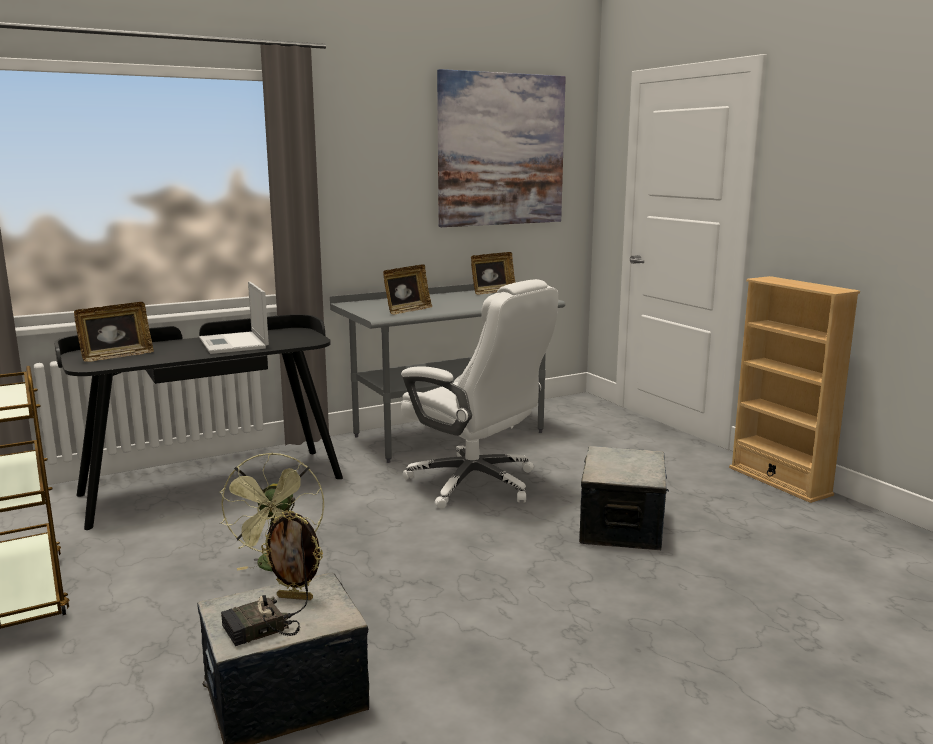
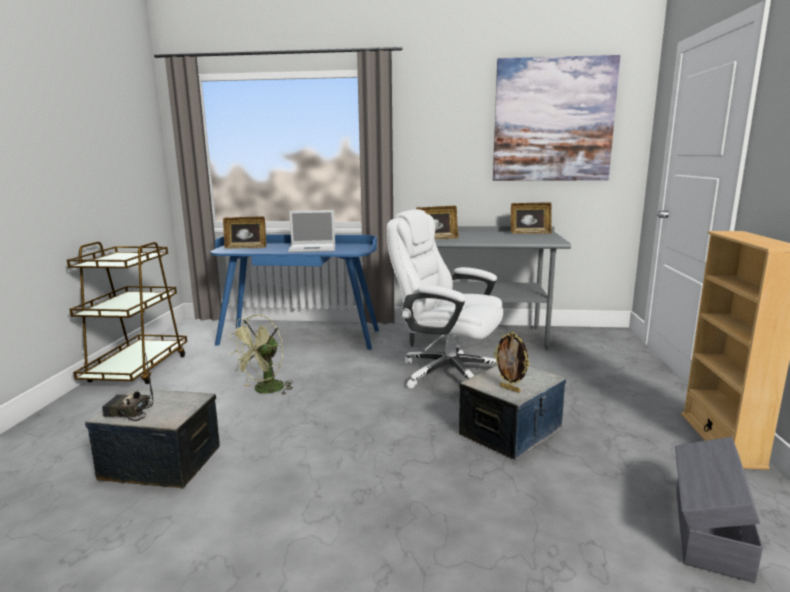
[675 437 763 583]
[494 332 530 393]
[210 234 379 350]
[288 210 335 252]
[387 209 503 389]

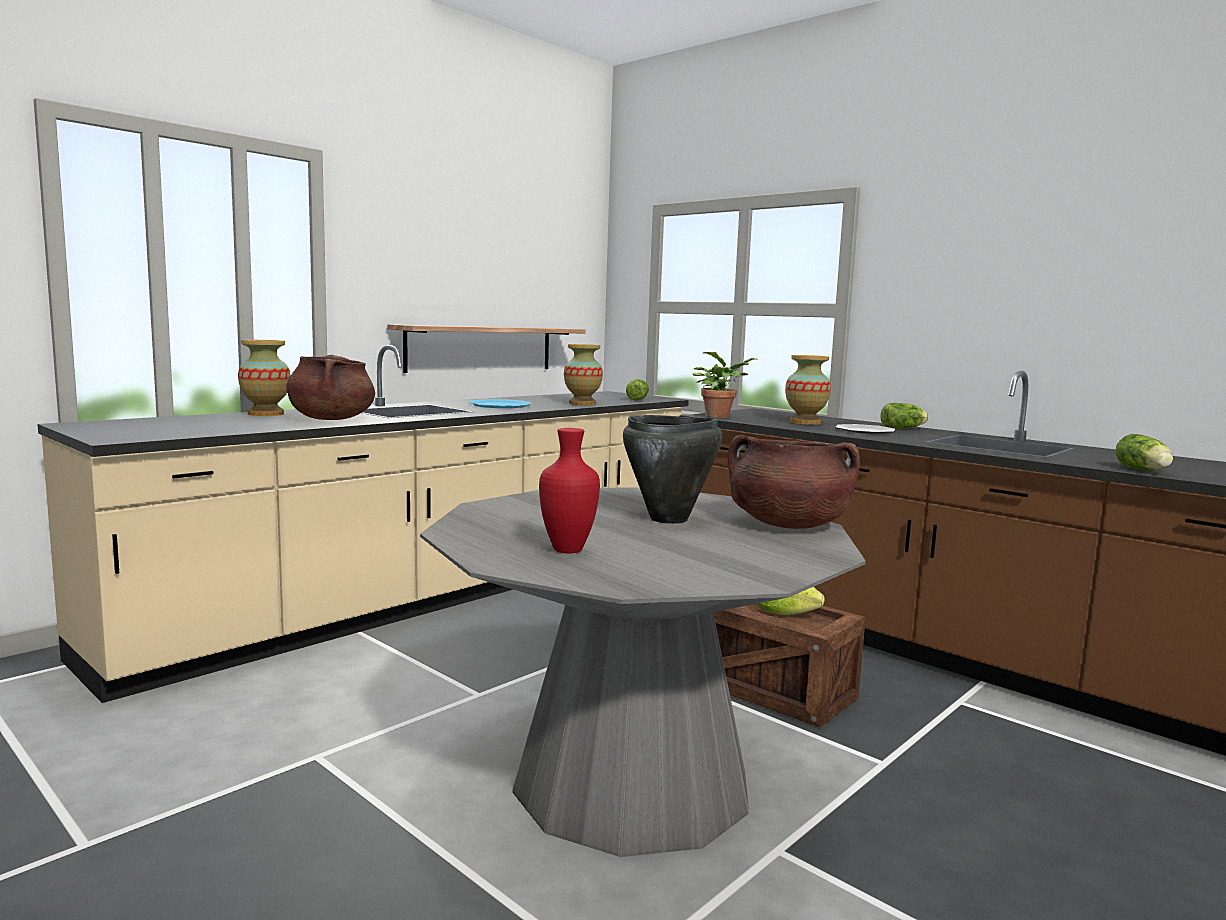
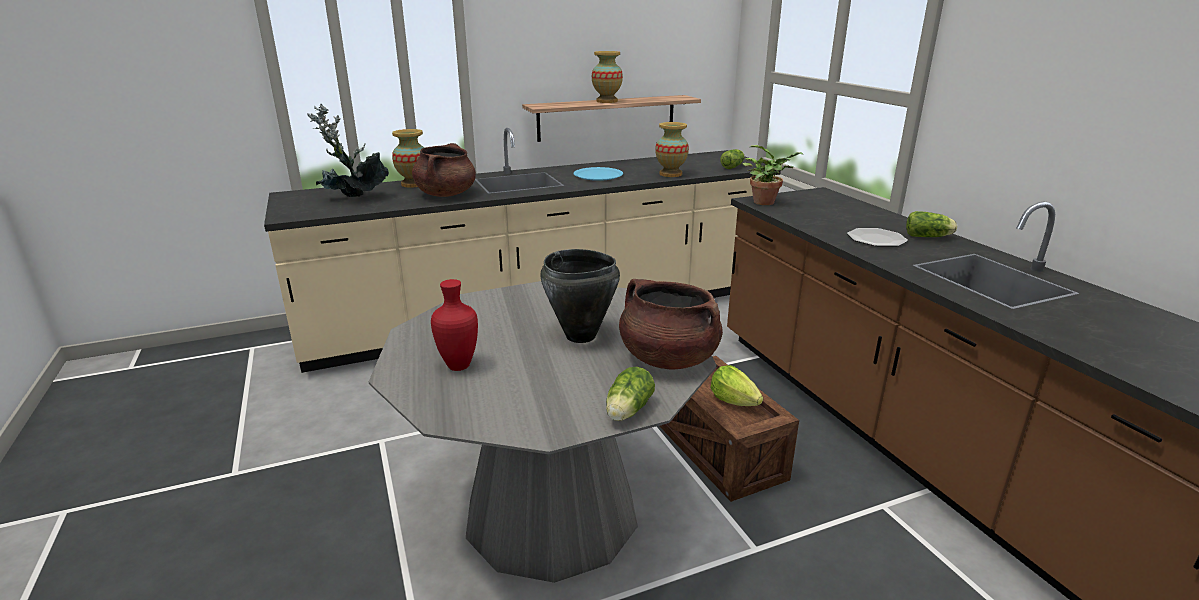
[307 104 389 197]
[592 51 623 103]
[606 367 655 421]

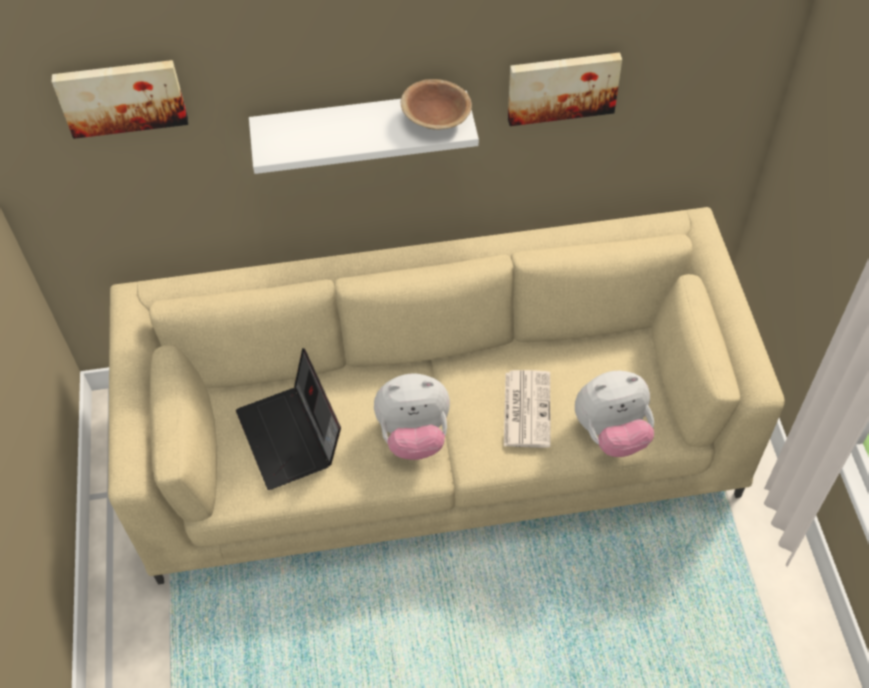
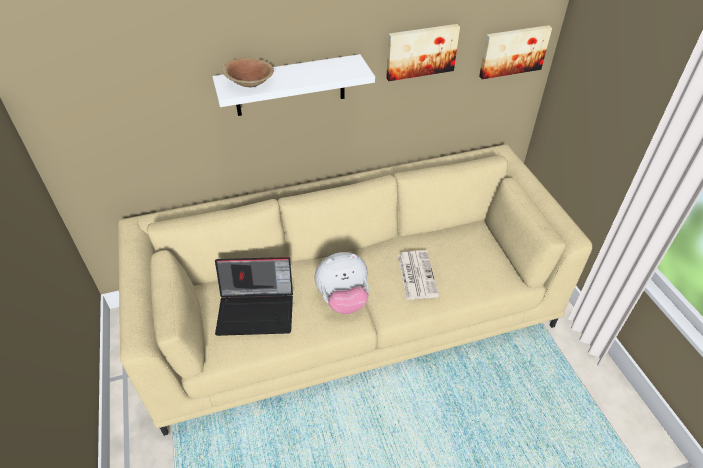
[575 371 654 457] (first image)
[479 25 552 79]
[222 58 274 87]
[215 257 293 336]

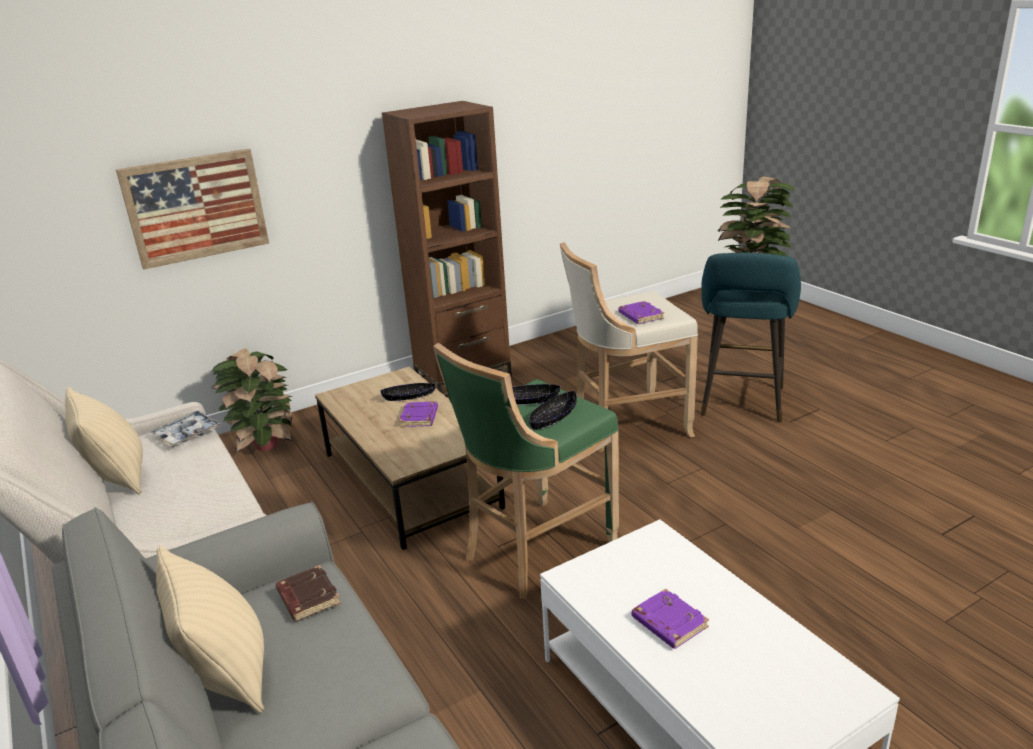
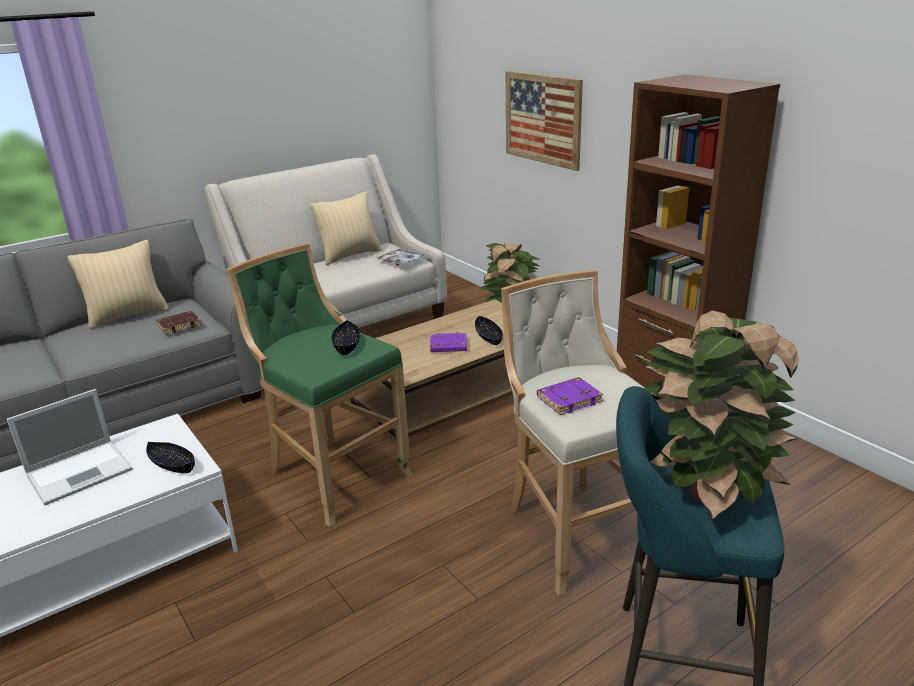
[146 442 195 474]
[7 389 133 506]

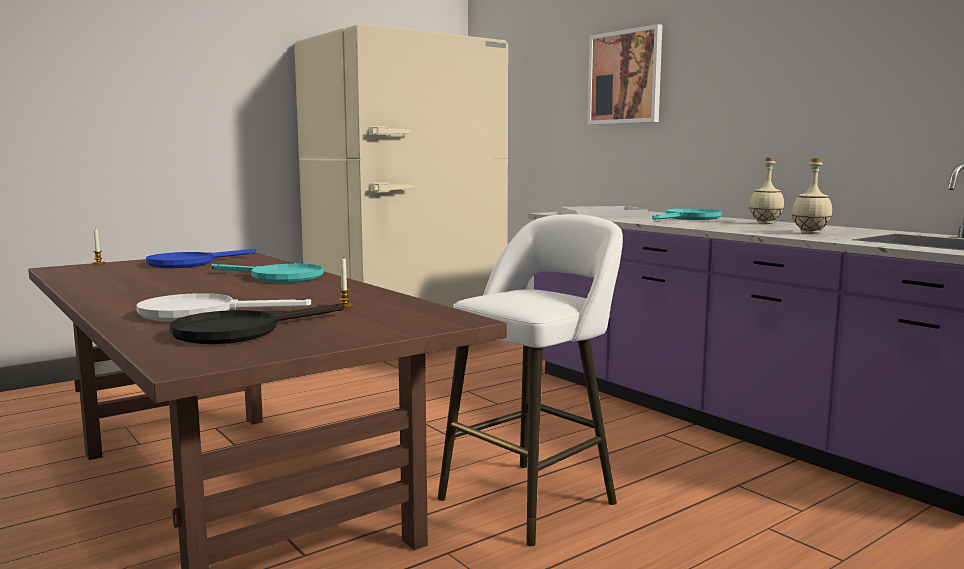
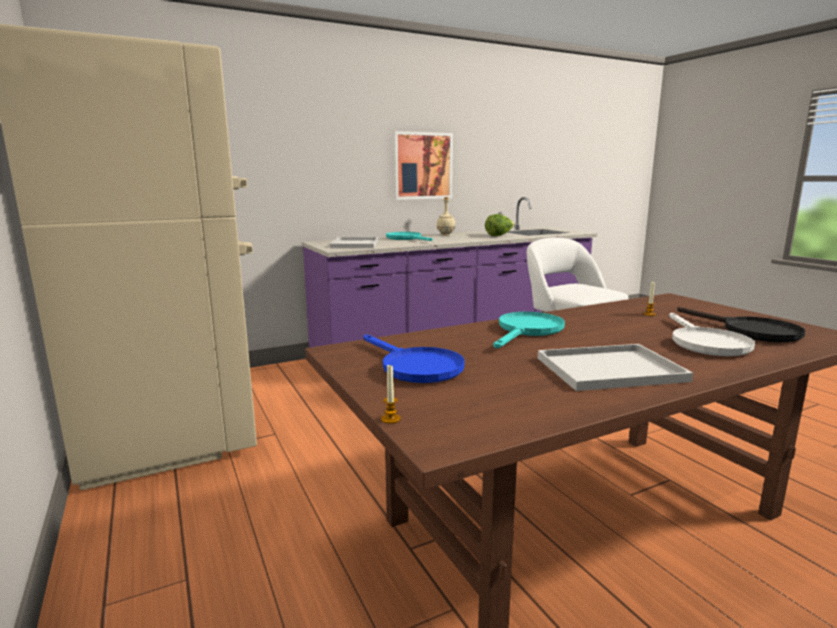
[538 344 693 391]
[393 131 453 200]
[485 214 515 236]

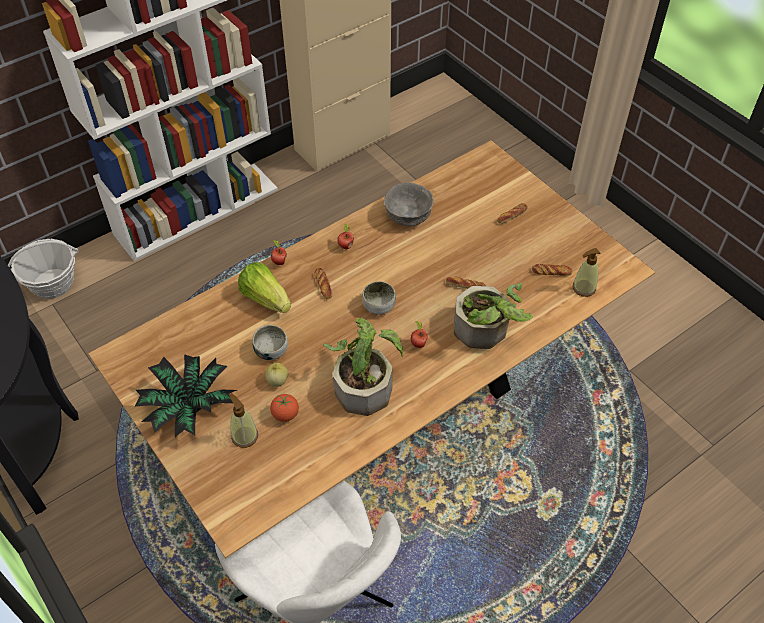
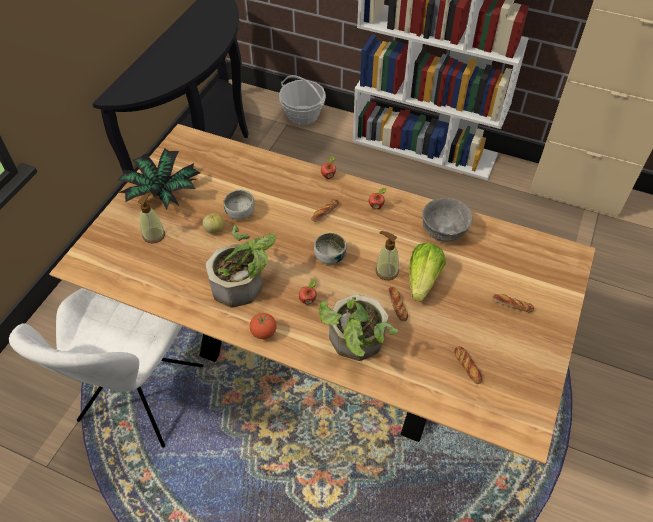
[409 243 446 301]
[250 313 277 339]
[376 231 399 280]

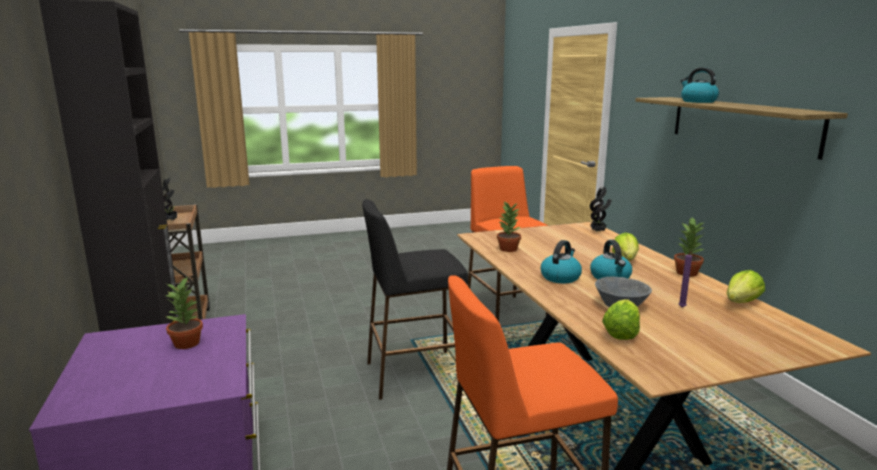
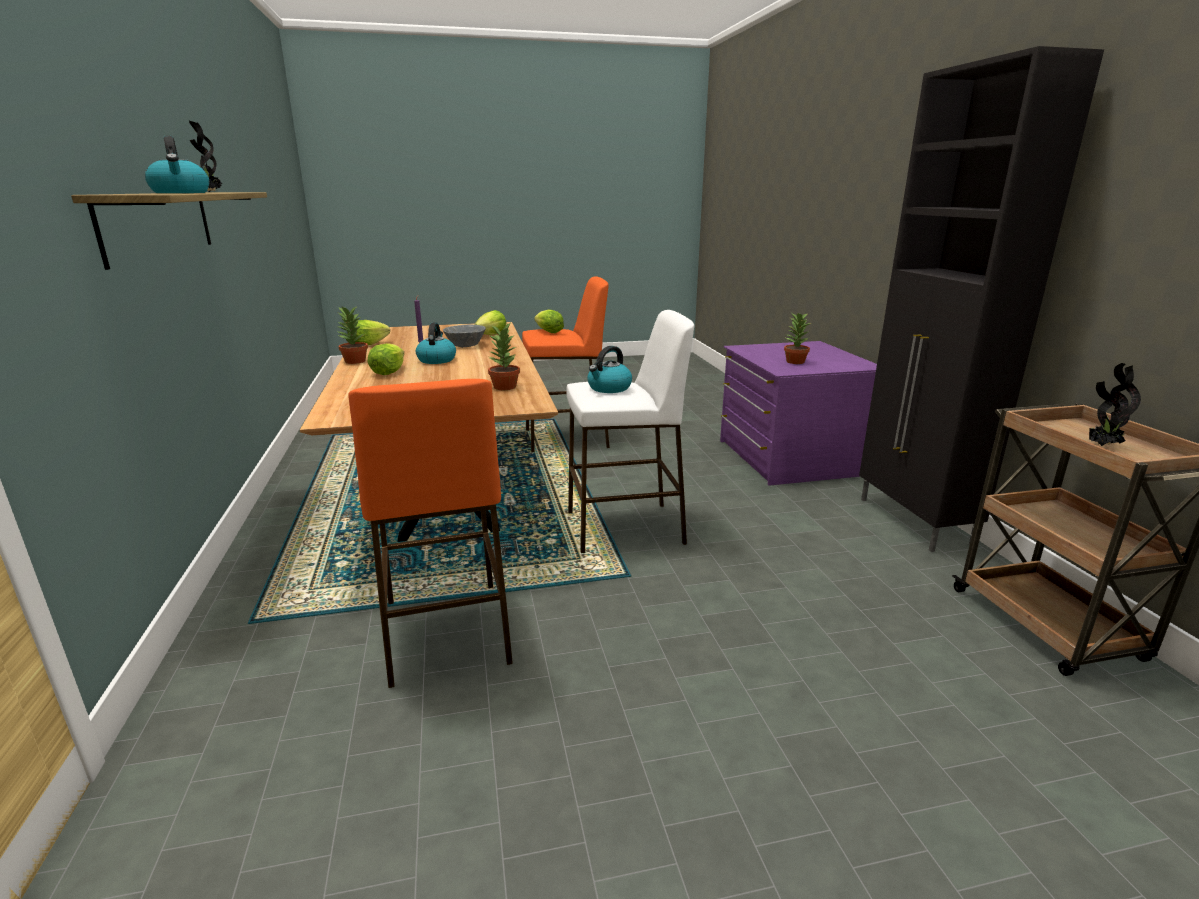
[534 309 564 333]
[587 346 632 393]
[189 121 222 192]
[566 310 694 553]

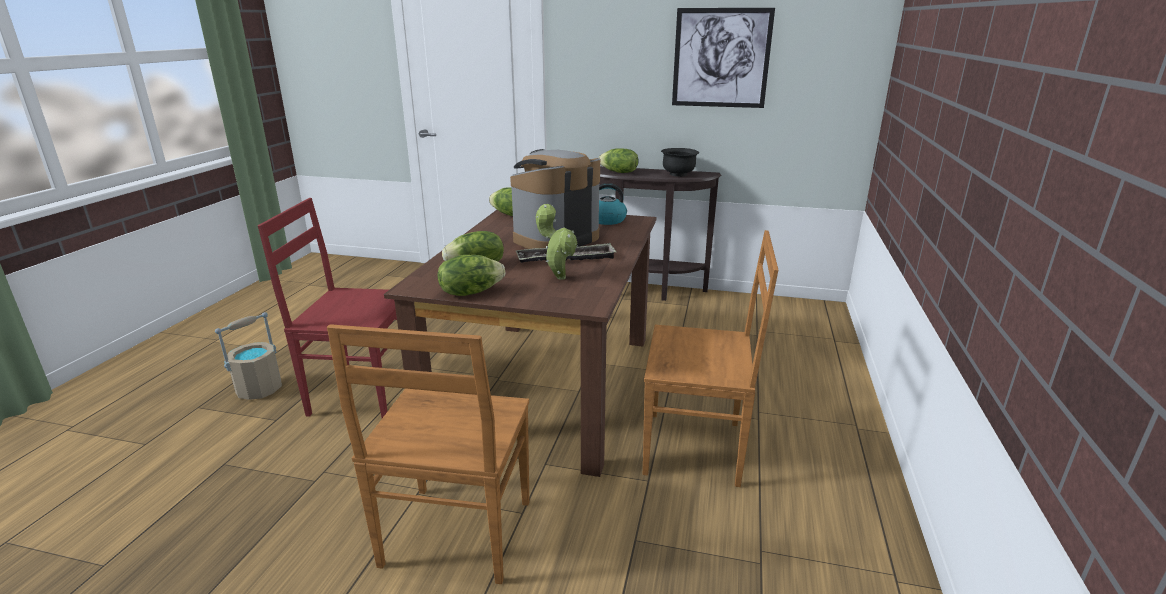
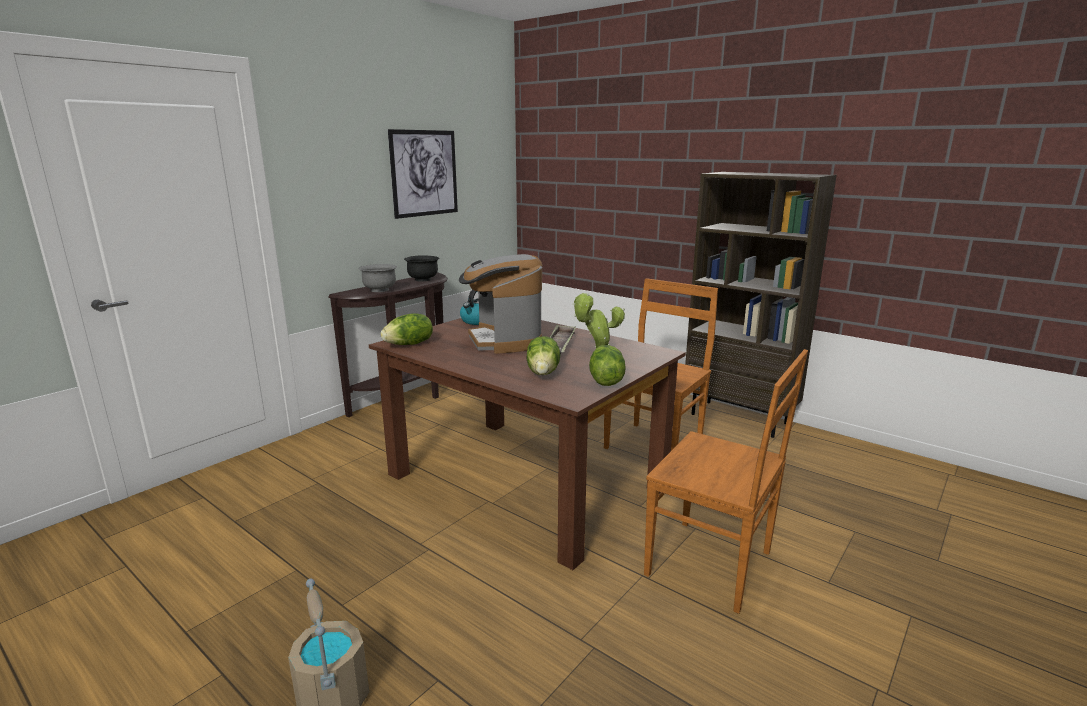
[258 198 397 418] (first image)
[685 172 837 438]
[358 264 397 292]

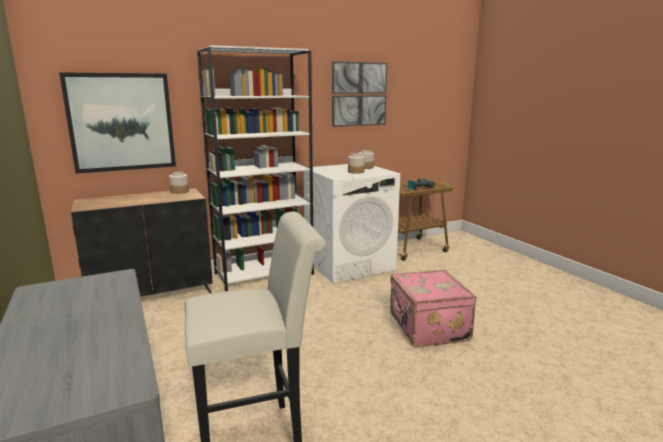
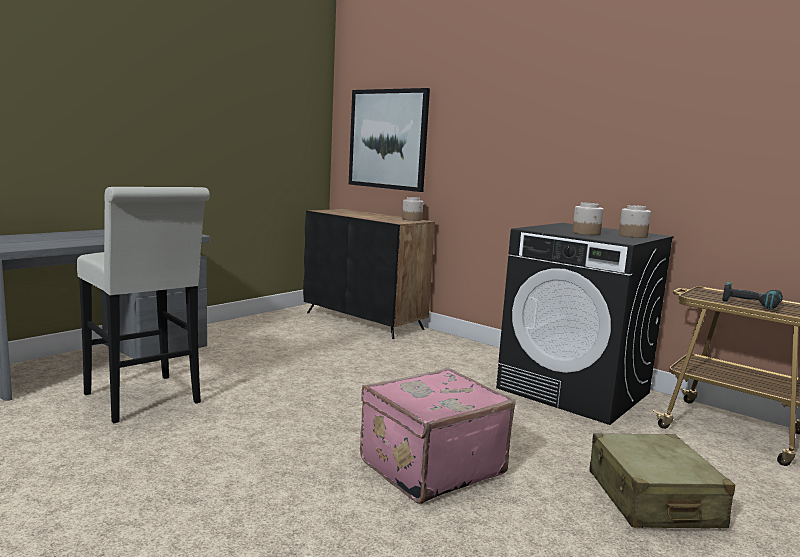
[197 45 314 291] (first image)
[332 61 388 127] (first image)
[589 433 735 528]
[496 223 674 425]

